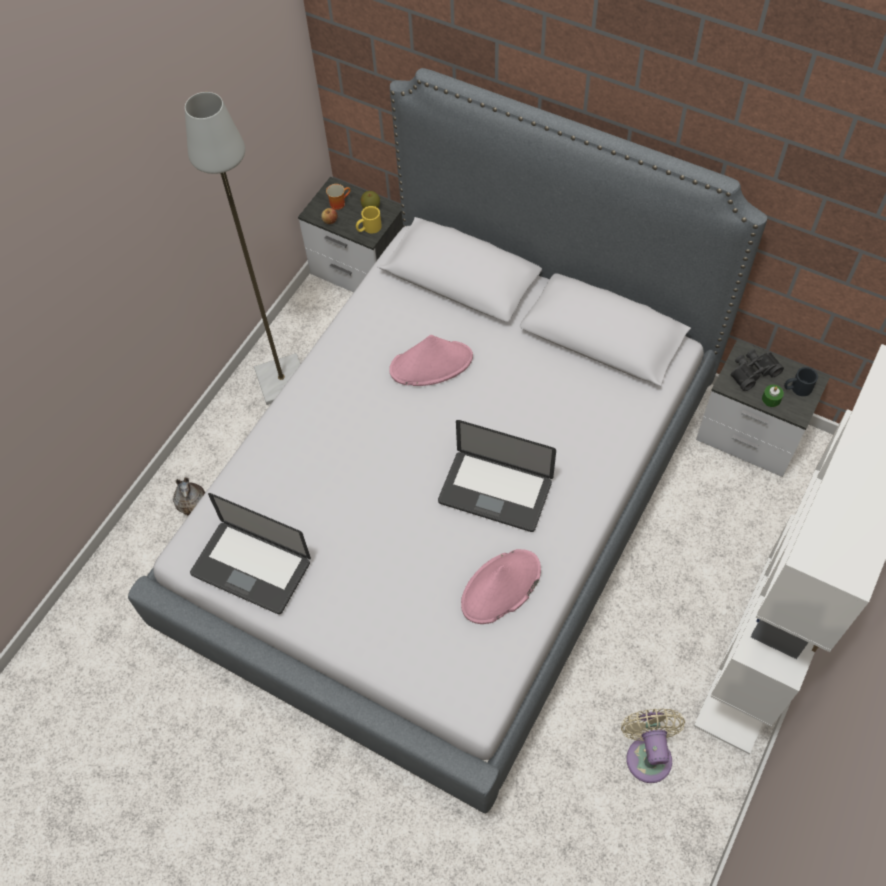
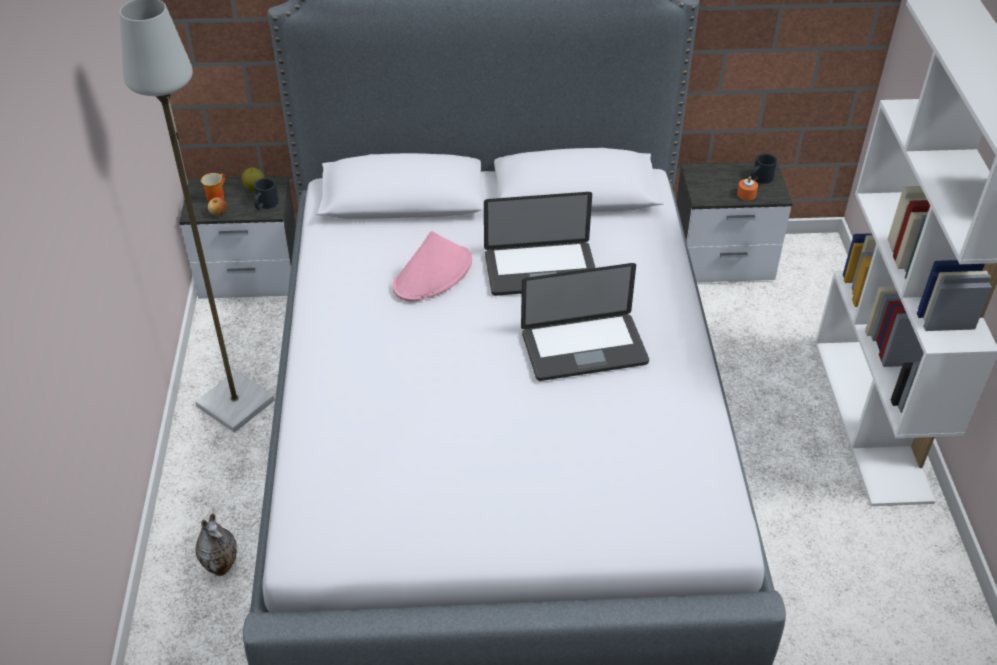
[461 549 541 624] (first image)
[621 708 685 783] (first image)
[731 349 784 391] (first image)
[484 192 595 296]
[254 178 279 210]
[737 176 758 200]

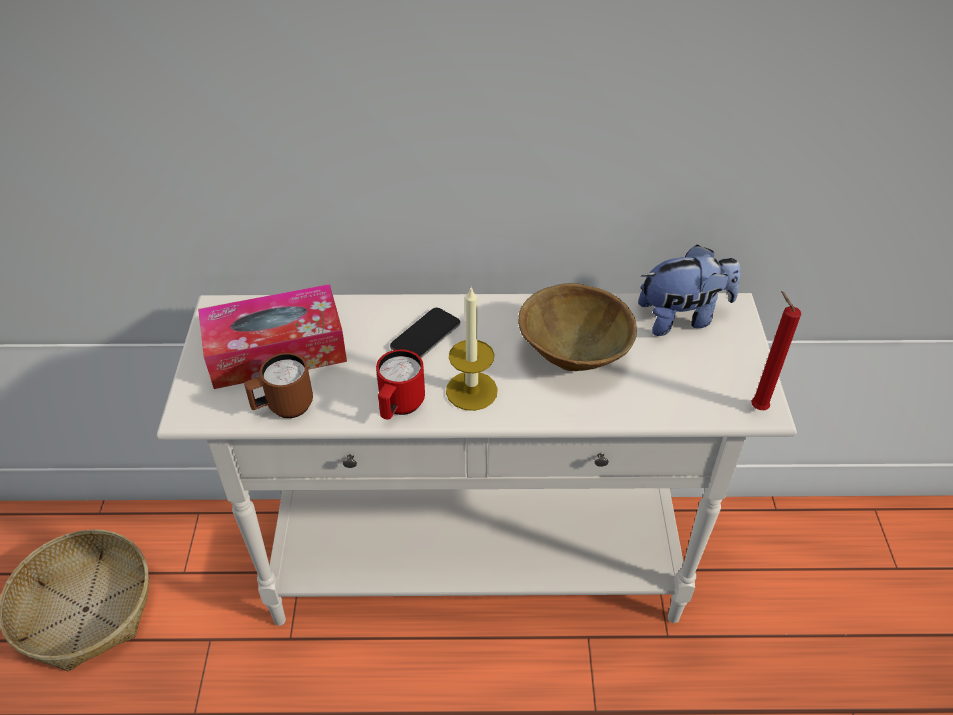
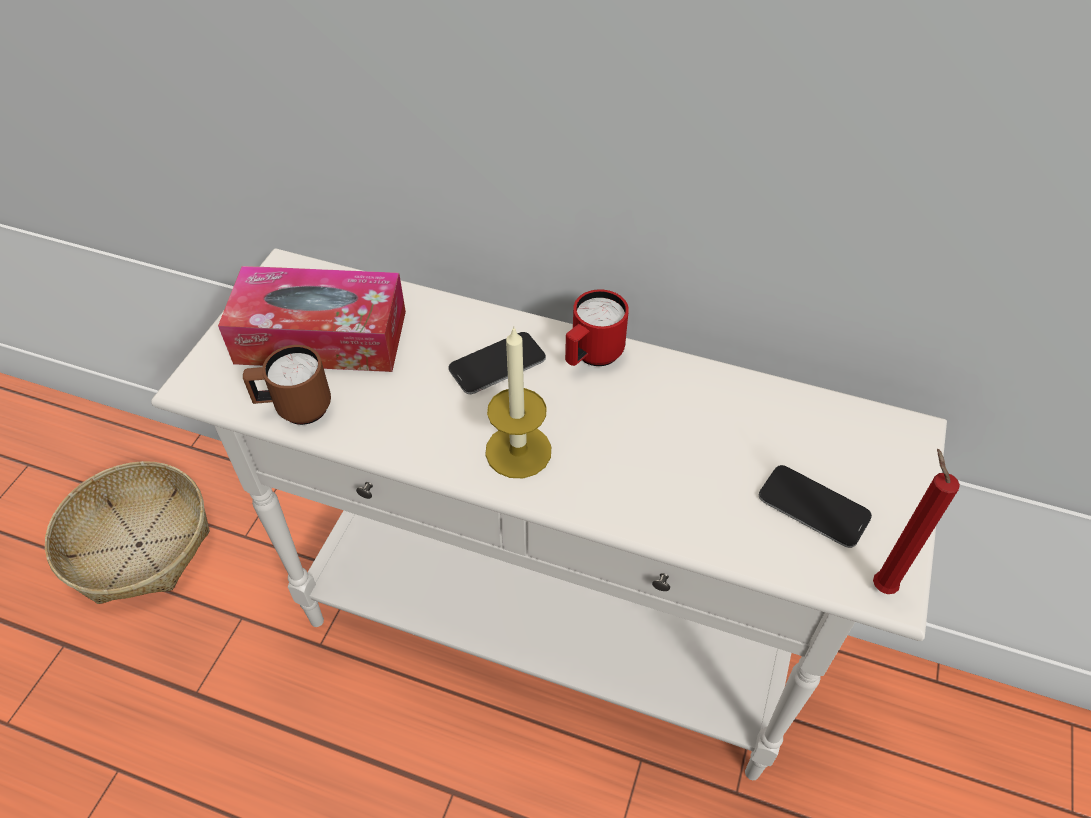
[518 283 637 371] (first image)
[638 244 741 336] (first image)
[759 465 872 548]
[565 289 629 366]

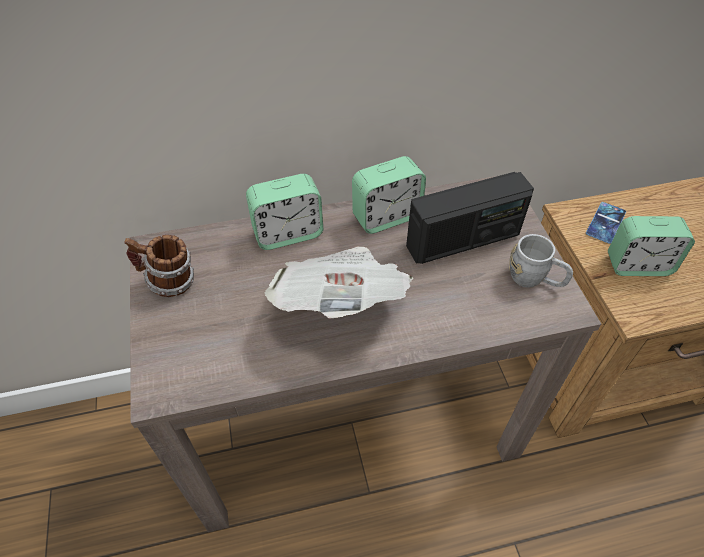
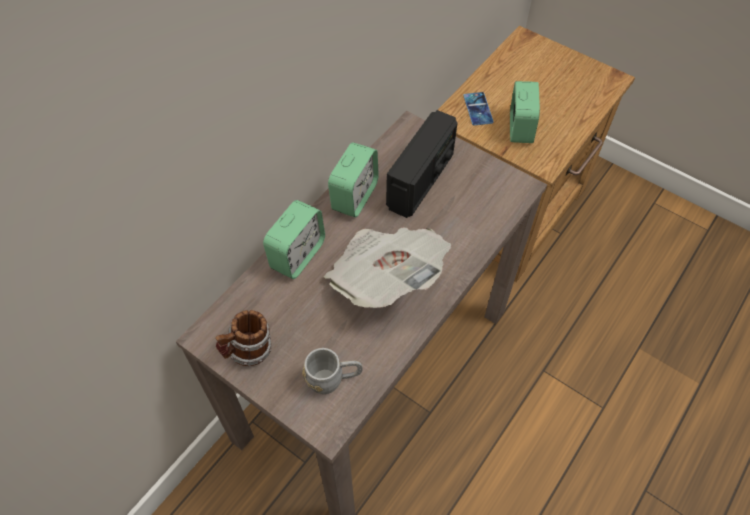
[302 348 363 394]
[510 81 540 143]

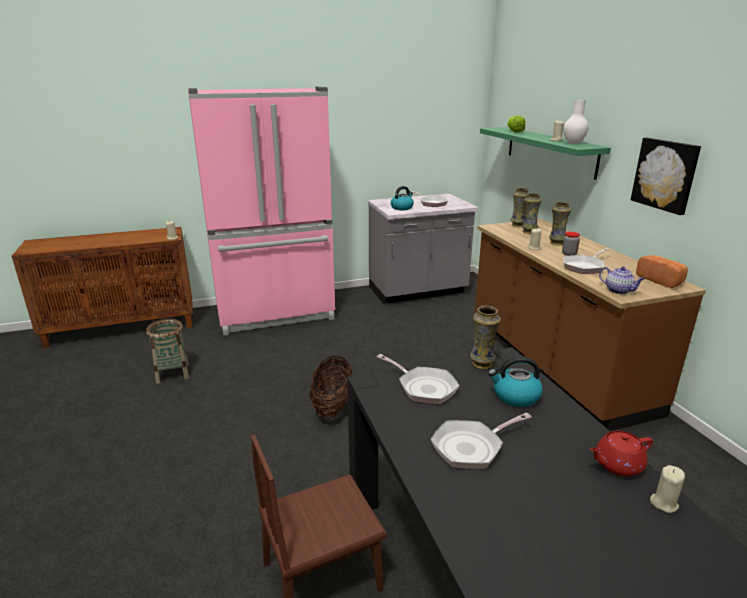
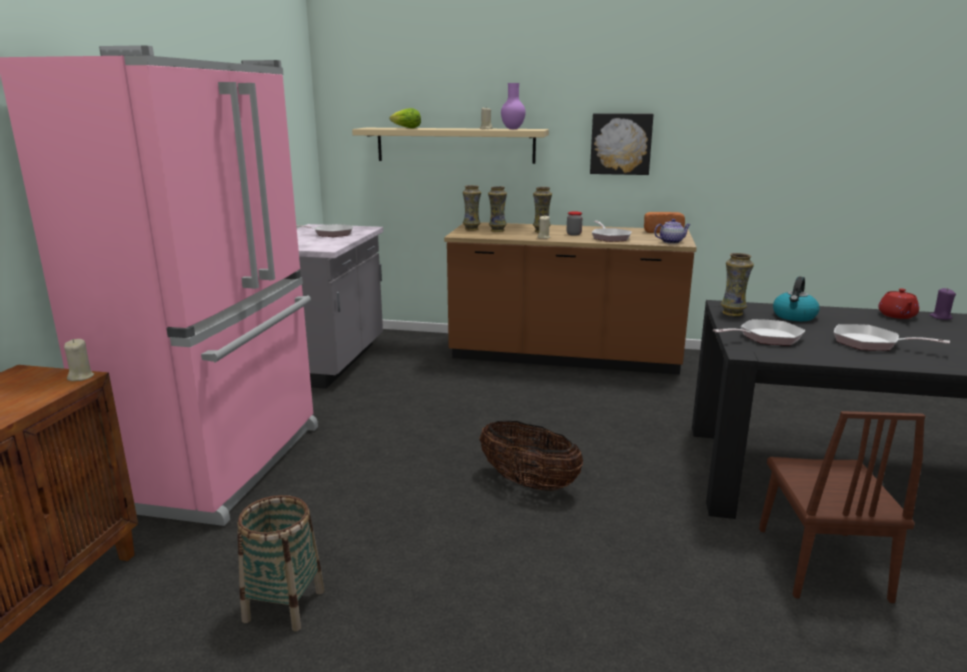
[391 186 414 210] (first image)
[352 128 549 164]
[501 83 526 129]
[929 288 956 320]
[834 324 950 351]

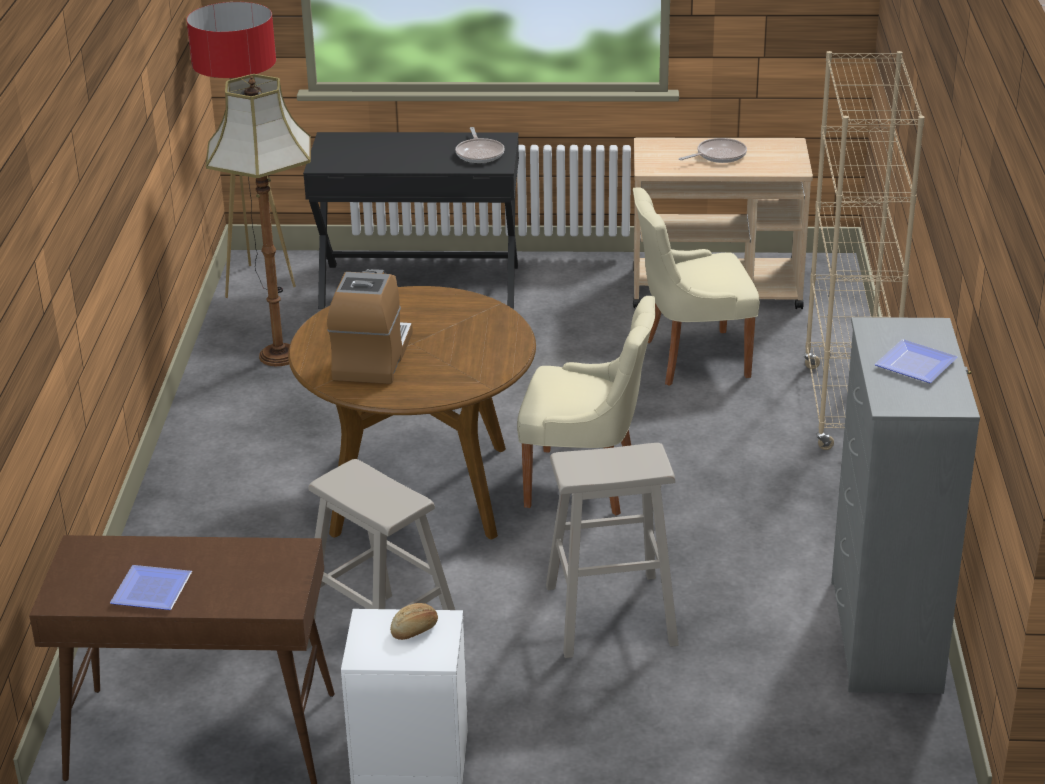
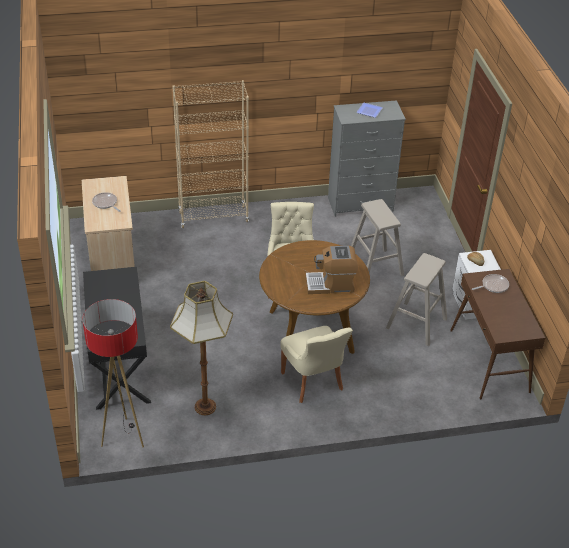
[110 565 192 610] (first image)
[472 274 509 293]
[280 326 353 403]

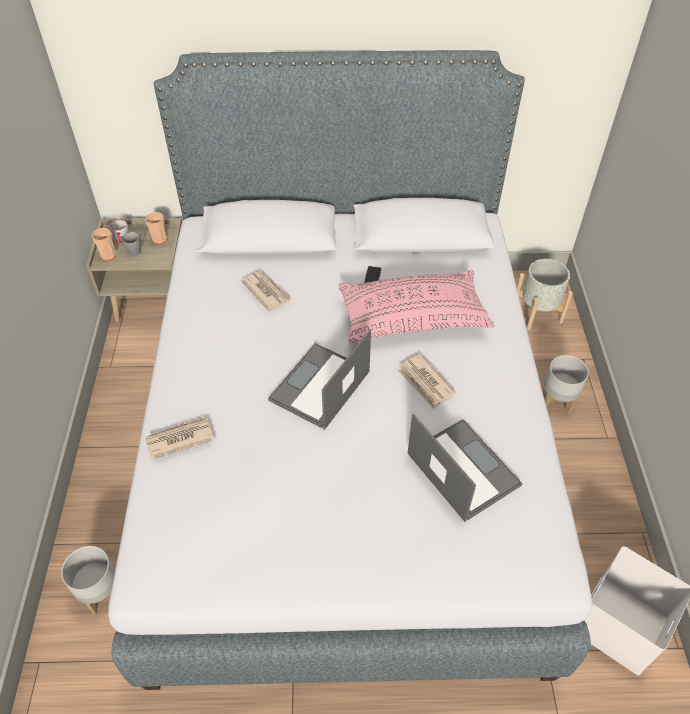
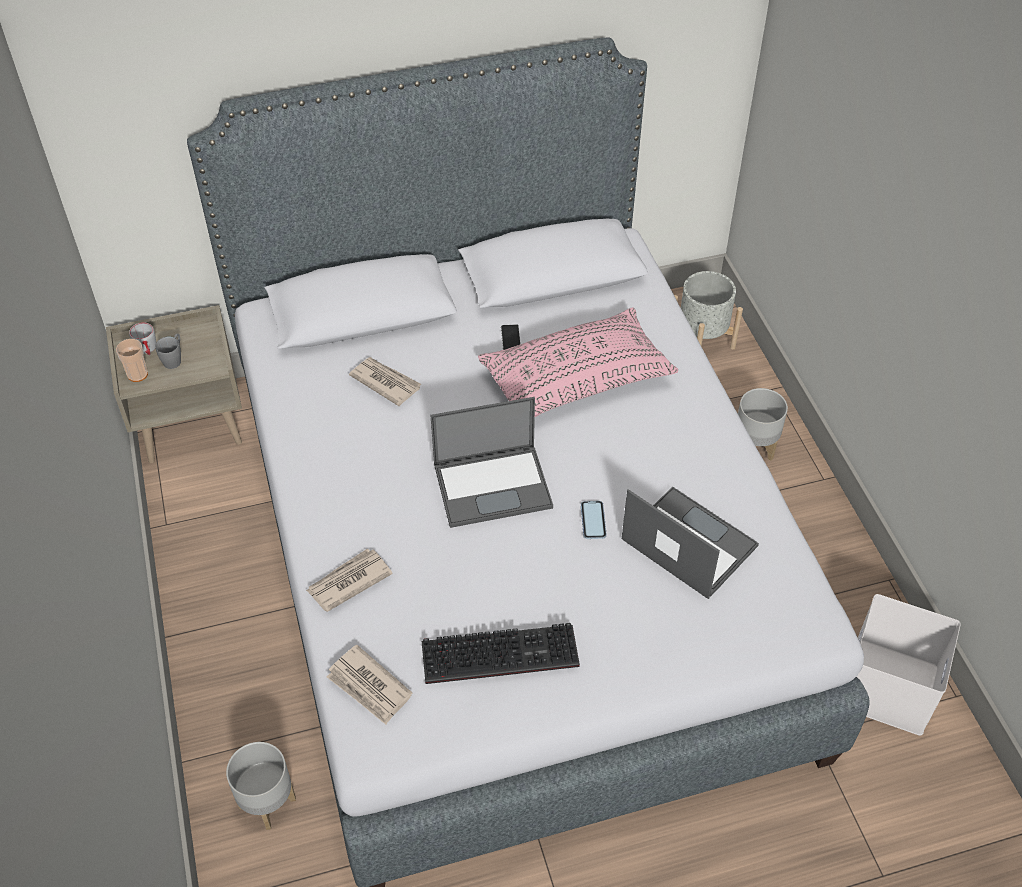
[145 212 167 244] (first image)
[422 623 580 684]
[581 501 607 539]
[327 644 412 725]
[431 397 553 528]

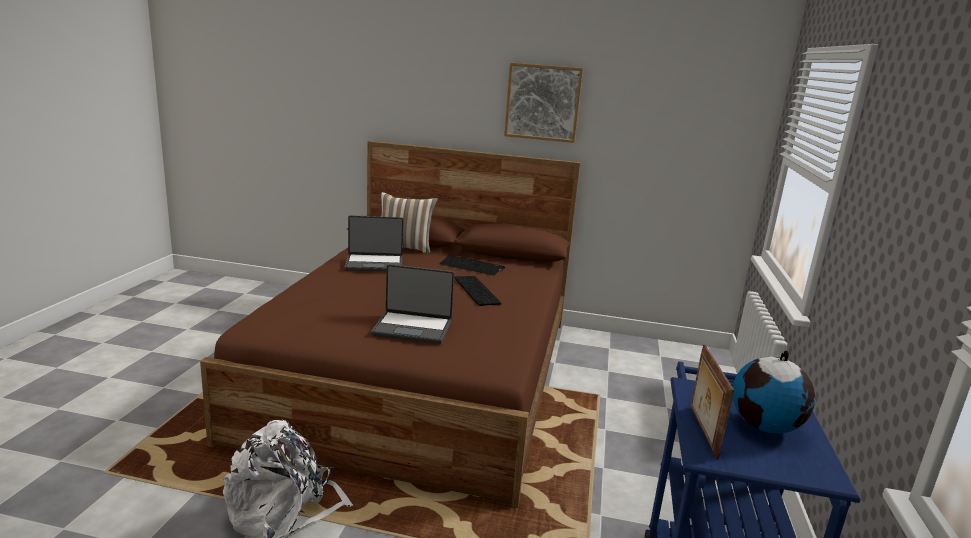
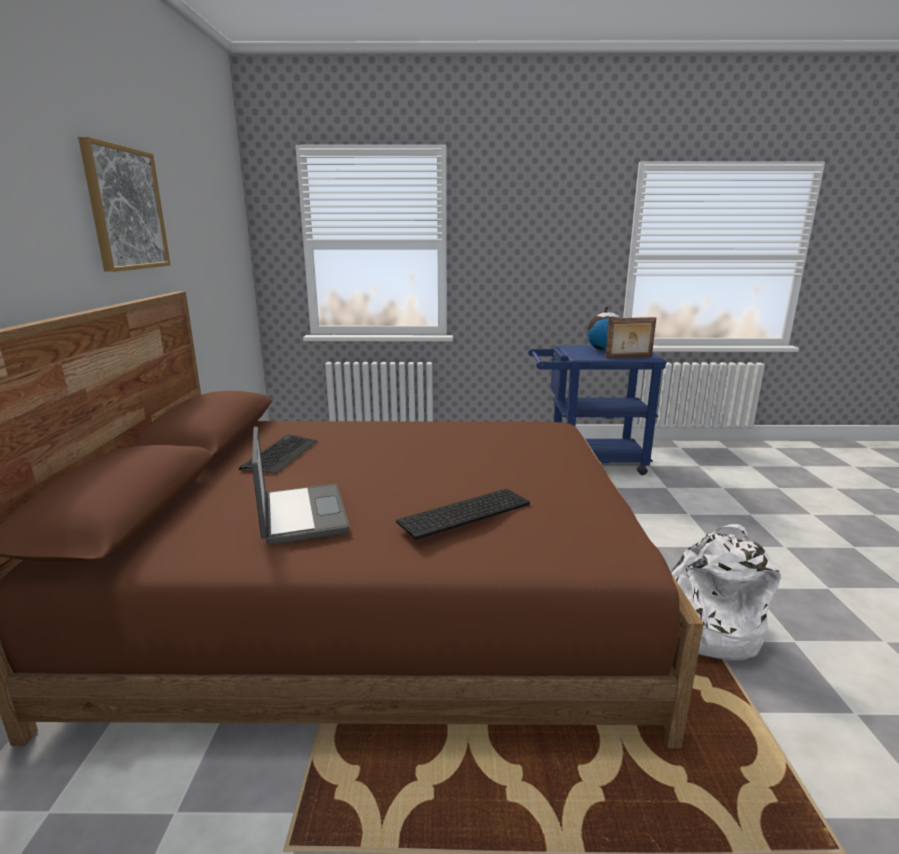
[371 264 454 344] (first image)
[381 192 438 254] (first image)
[396 489 530 539]

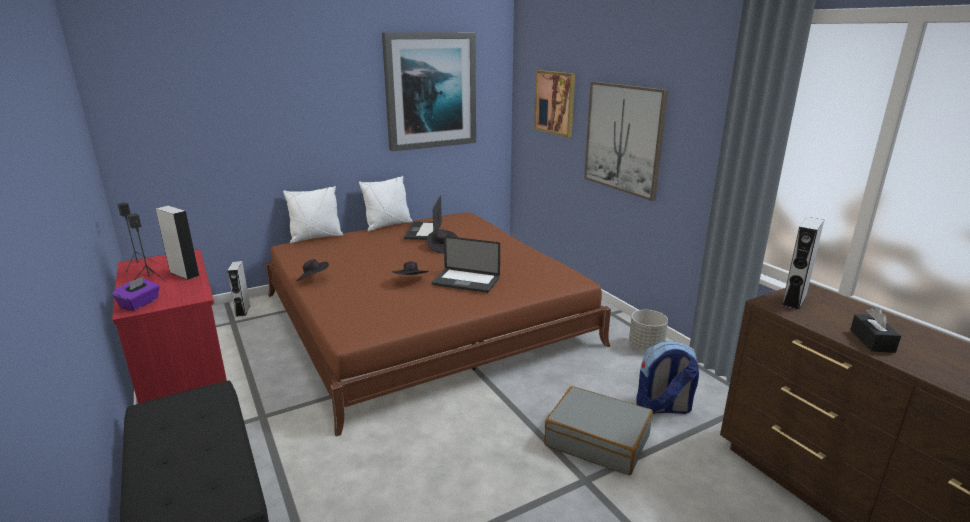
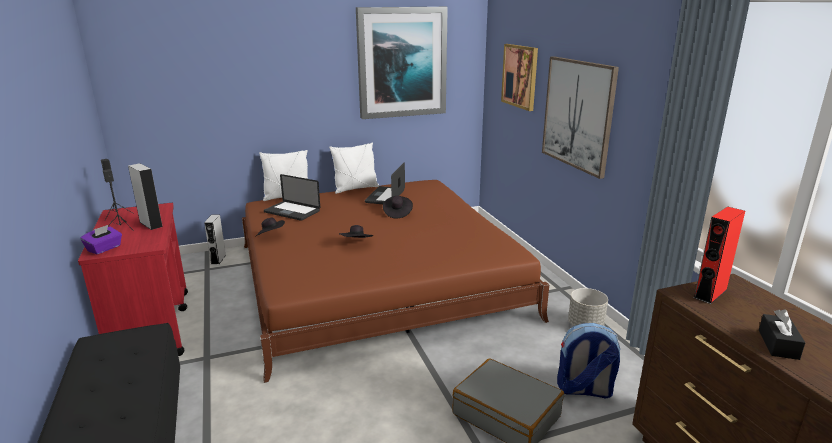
[264 174 320 221]
[694 207 745 304]

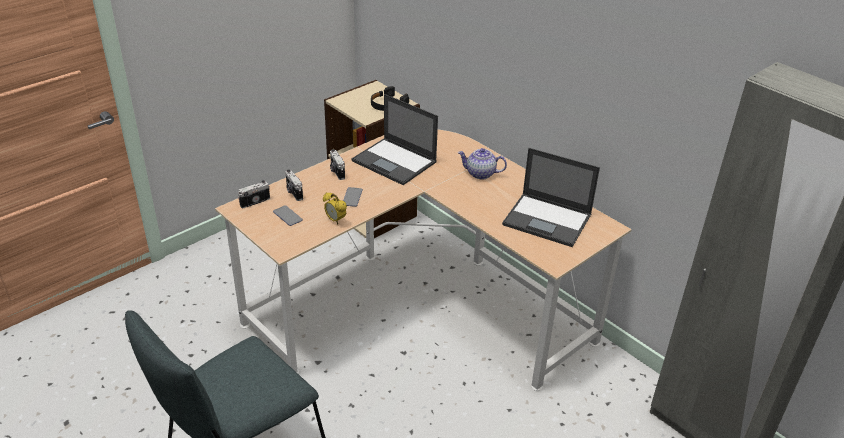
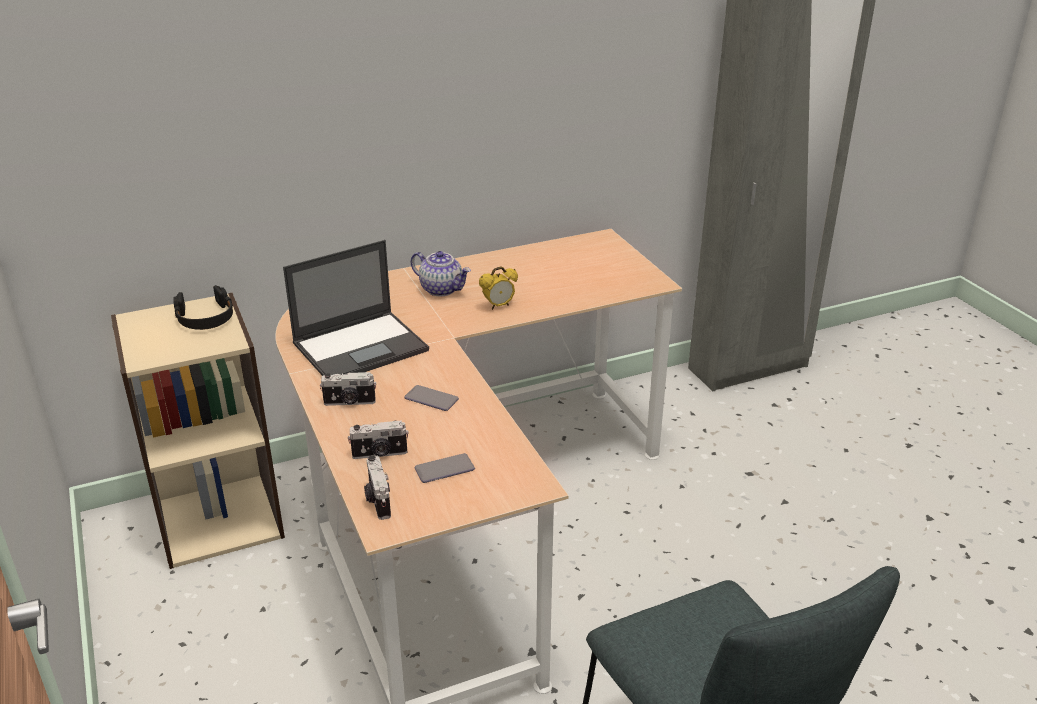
[502 148 600 247] (first image)
[479 266 518 310]
[411 251 471 296]

